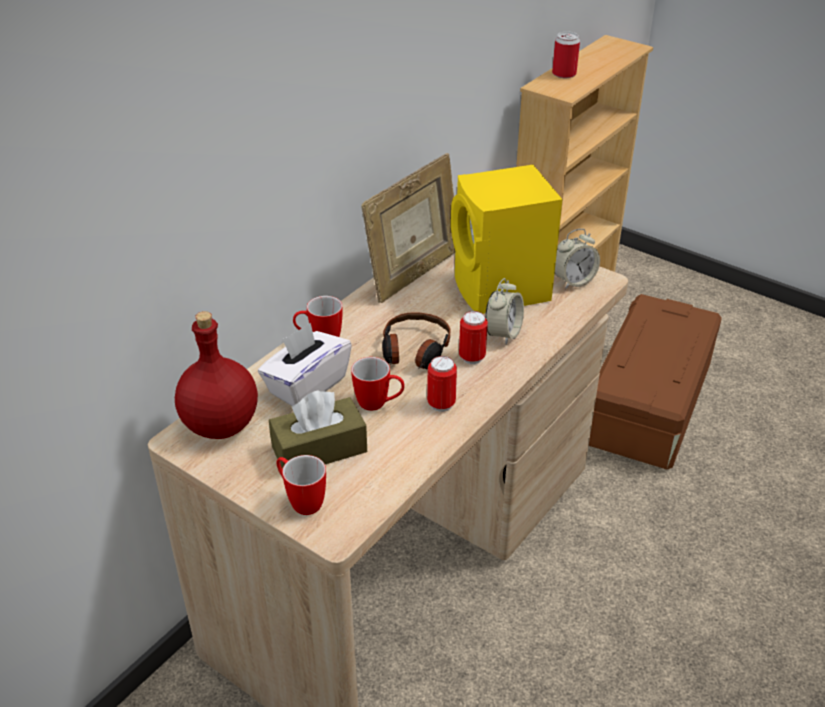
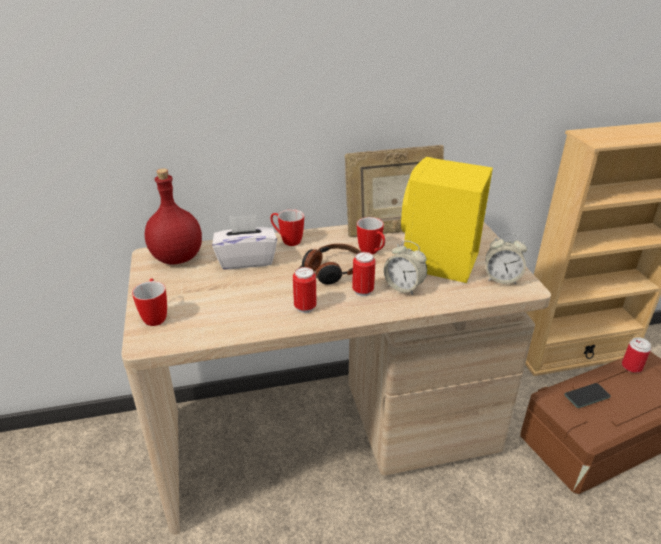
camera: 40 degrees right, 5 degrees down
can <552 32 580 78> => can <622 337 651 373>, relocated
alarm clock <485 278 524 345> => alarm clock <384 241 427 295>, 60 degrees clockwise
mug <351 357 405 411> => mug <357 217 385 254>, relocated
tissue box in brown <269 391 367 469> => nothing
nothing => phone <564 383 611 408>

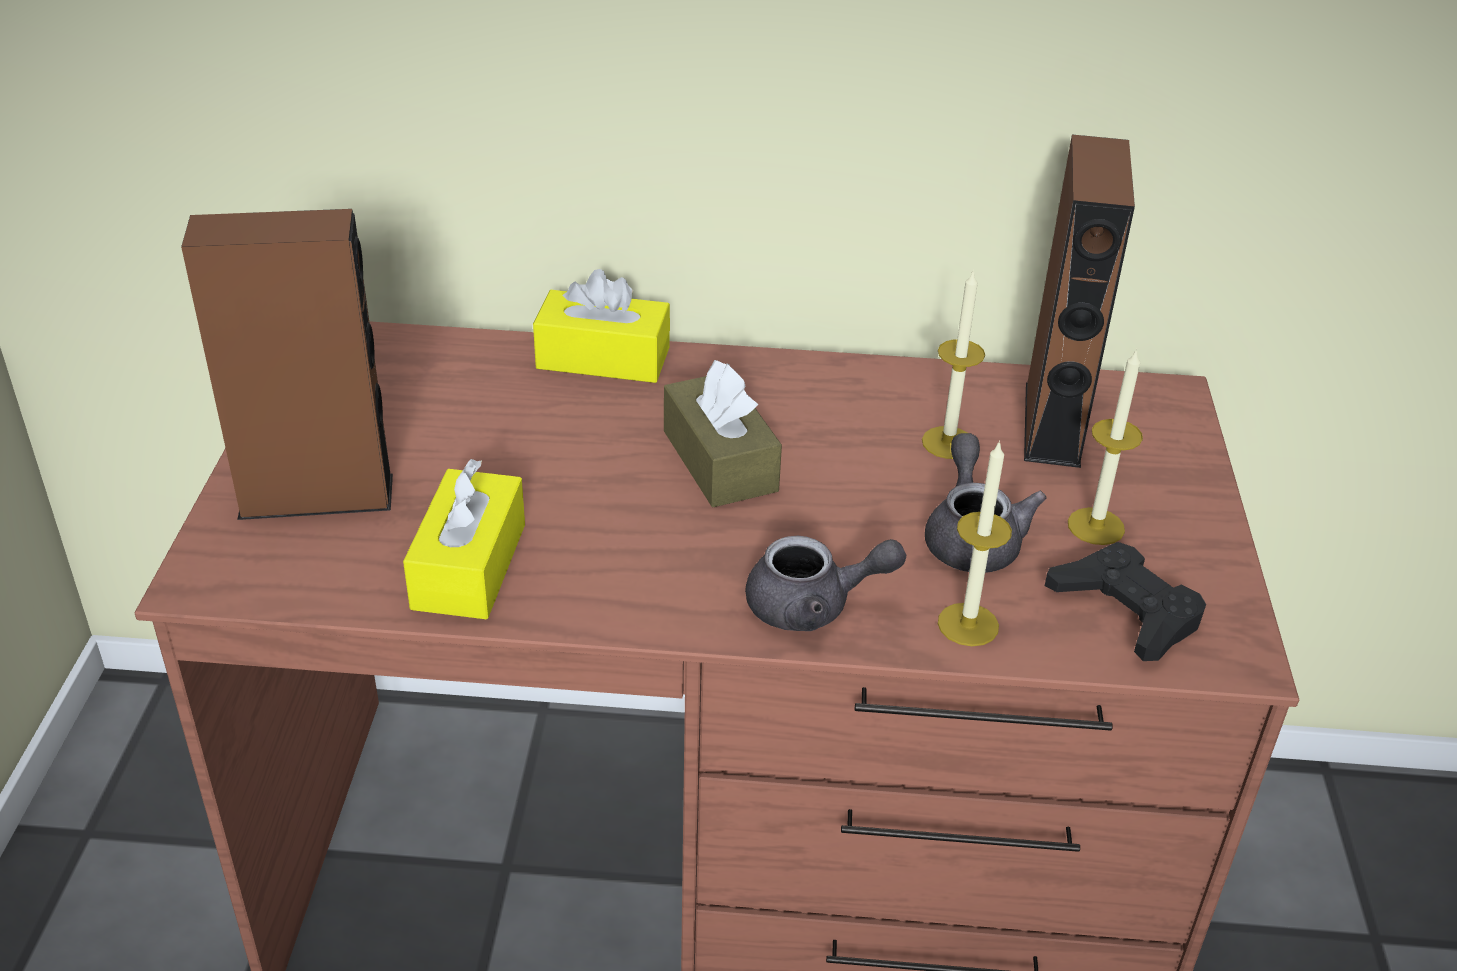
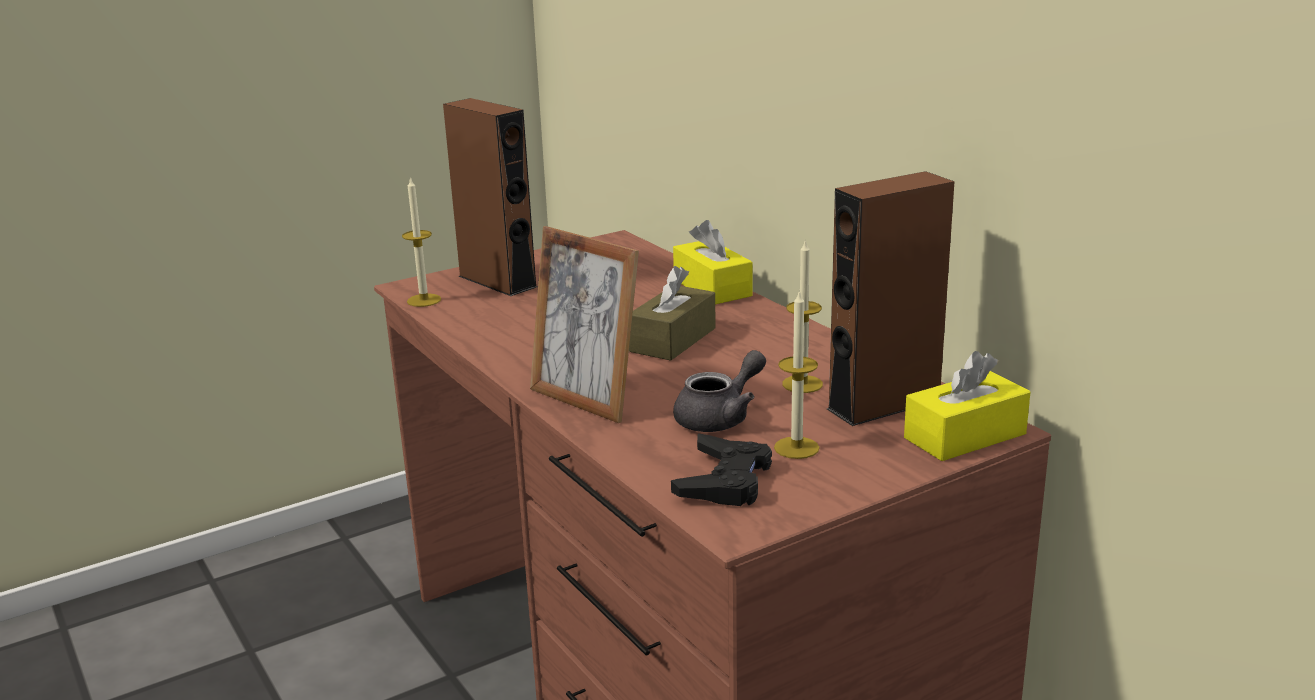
camera: 55 degrees right, 15 degrees down
candle <938 440 1012 646> => candle <402 177 441 307>, relocated
tissue box in yellow <403 459 525 619> => tissue box in yellow <904 351 1030 461>, relocated
teapot in grey <745 536 906 631> => picture frame <530 226 639 423>

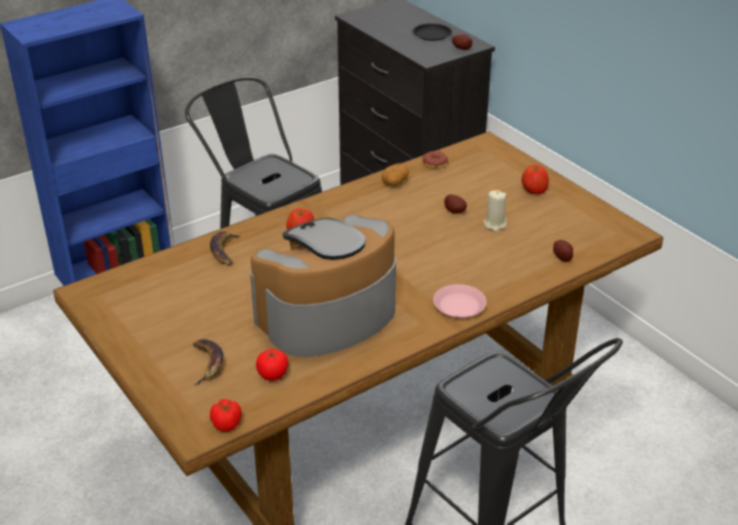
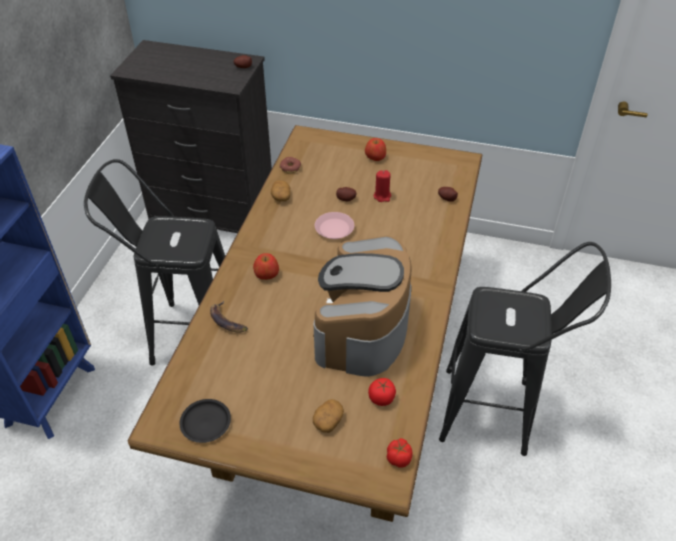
camera: 40 degrees left, 10 degrees up
plate in black <412 23 452 41> => plate in black <179 399 231 443>, relocated
candle in beige <484 190 507 232> => candle in red <374 170 391 202>
plate in pink <433 284 487 318> => plate in pink <315 212 354 239>, relocated
banana <193 339 223 385> => potato <313 399 344 433>

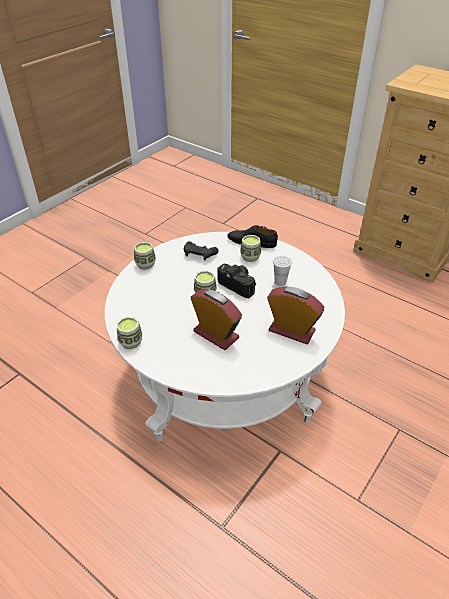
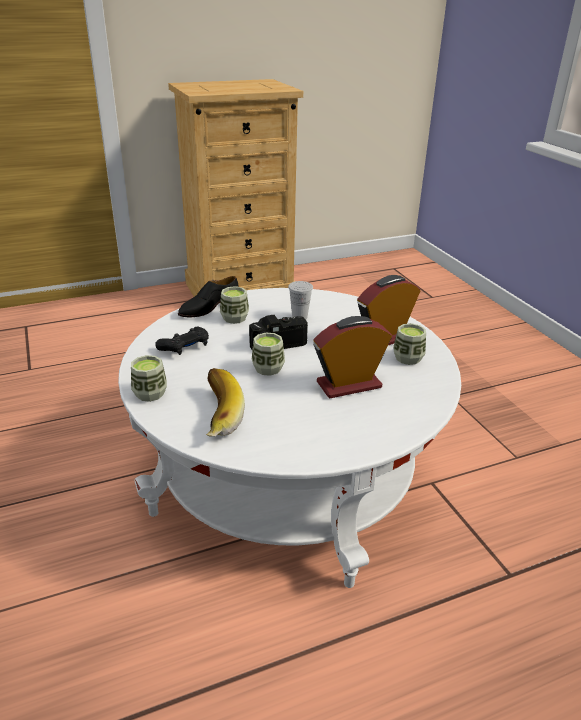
camera: 60 degrees left, 10 degrees down
cup <117 317 142 349> => cup <393 323 426 365>, relocated
nothing => banana <206 368 245 437>

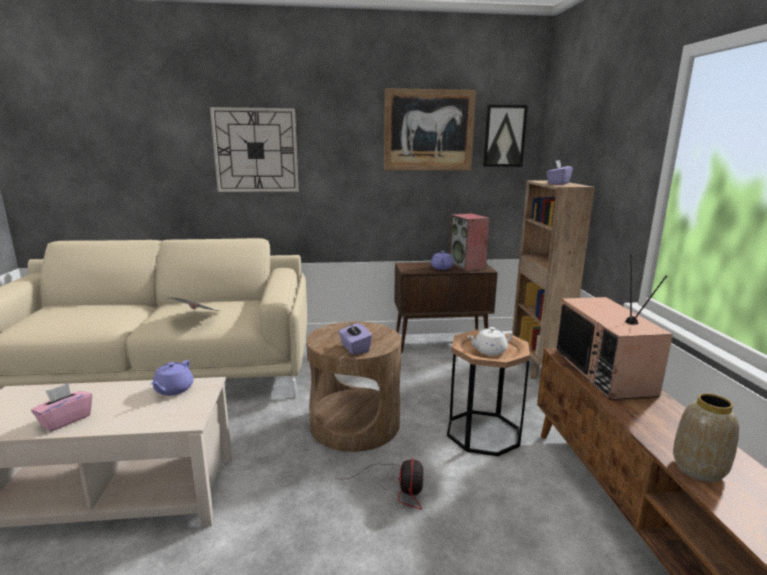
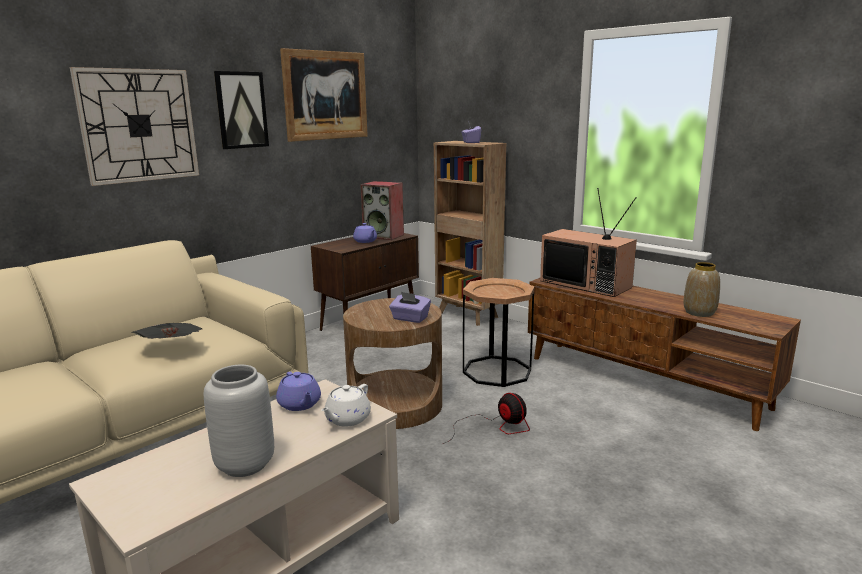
camera: 40 degrees left, 0 degrees up
picture <483 104 528 167> => picture <214 71 269 149>, relocated
teapot in white <467 327 512 356> => teapot in white <321 384 371 427>, relocated
tissue box in pink <31 383 92 432> => vase in grey <204 365 274 477>

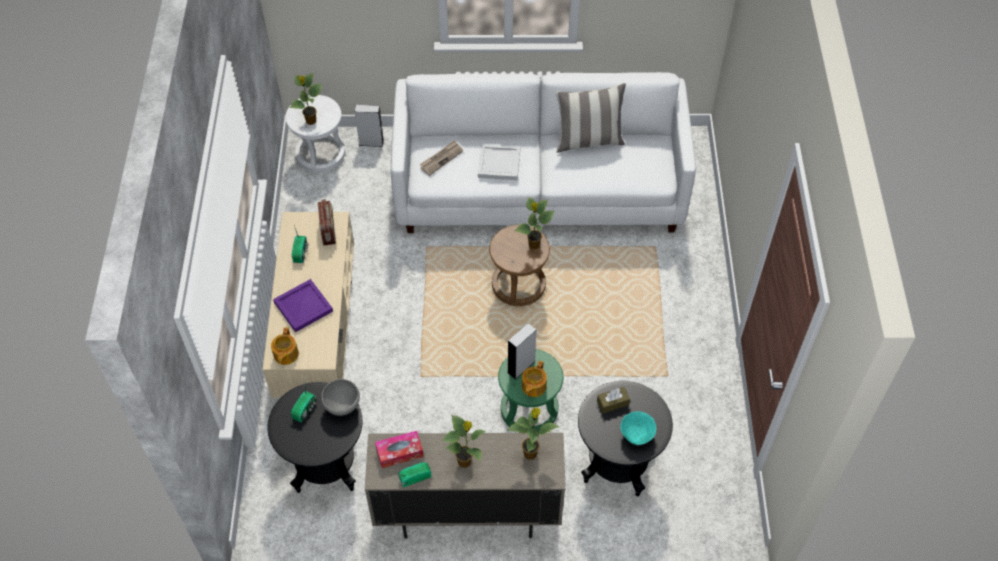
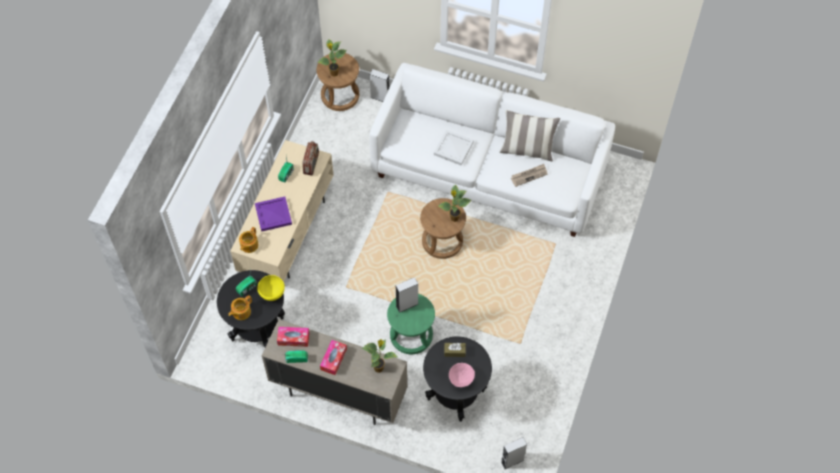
camera: 20 degrees right, 5 degrees up
stool in white <285 95 345 172> => stool in brown <316 52 359 111>
newspaper <420 140 463 176> => newspaper <511 164 548 187>, relocated
teapot <522 361 547 397> => teapot <228 295 252 320>, relocated
bowl in grey <321 379 360 416> => bowl in yellow <257 275 285 301>
bowl in turquoise <620 411 656 445> => bowl in pink <449 363 475 387>
potted plant <441 415 485 468> => tissue box <320 340 347 375>
nothing => speaker in grey <501 437 527 469>

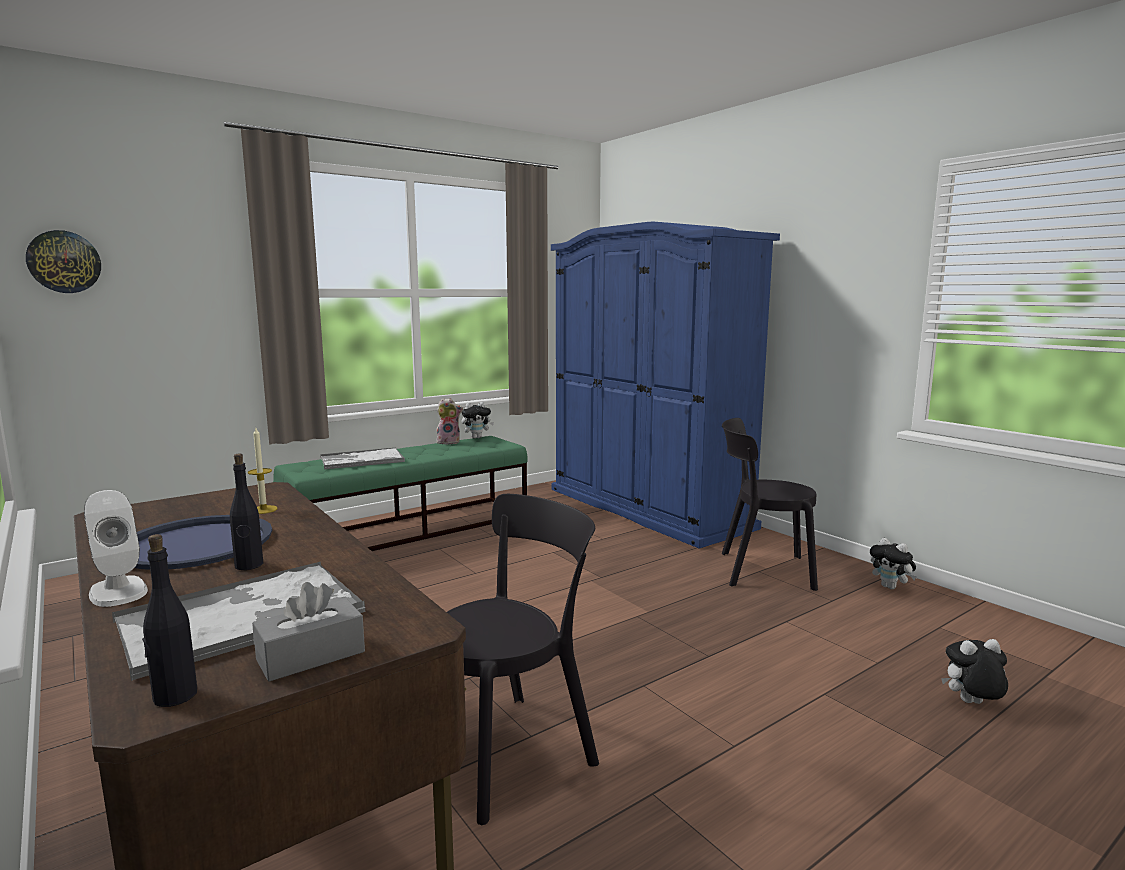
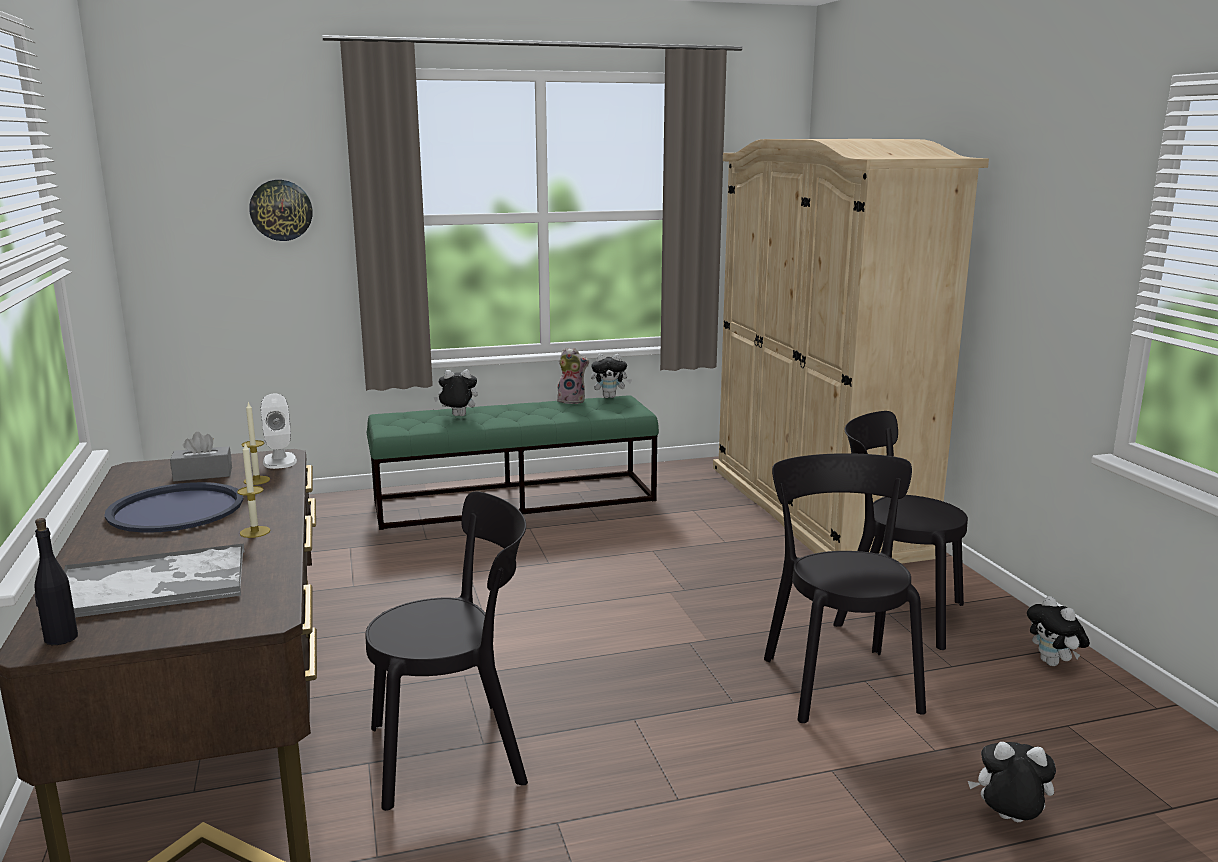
camera: 20 degrees right, 5 degrees up
wardrobe in blue <551 222 780 549> => wardrobe in beige <713 139 989 564>
wall clock <26 230 101 293> => wall clock <249 180 313 241>, relocated
tray <320 448 405 469> => plush toy <434 369 478 416>
bottle in black <230 454 263 570> => nothing
speaker in white <84 490 148 607> => speaker in white <261 394 297 469>, relocated
tissue box in grey <252 582 365 682> => tissue box in grey <170 432 232 481>, relocated
nothing => candle <237 444 270 538>
nothing => chair in black <764 453 926 723>

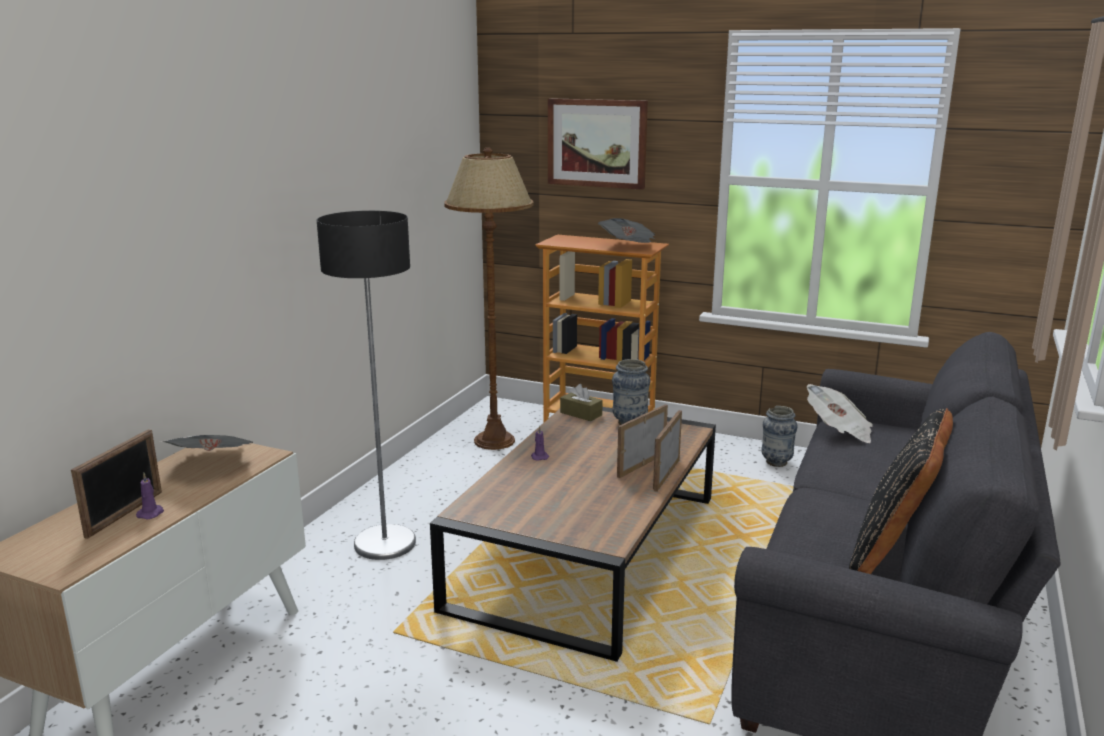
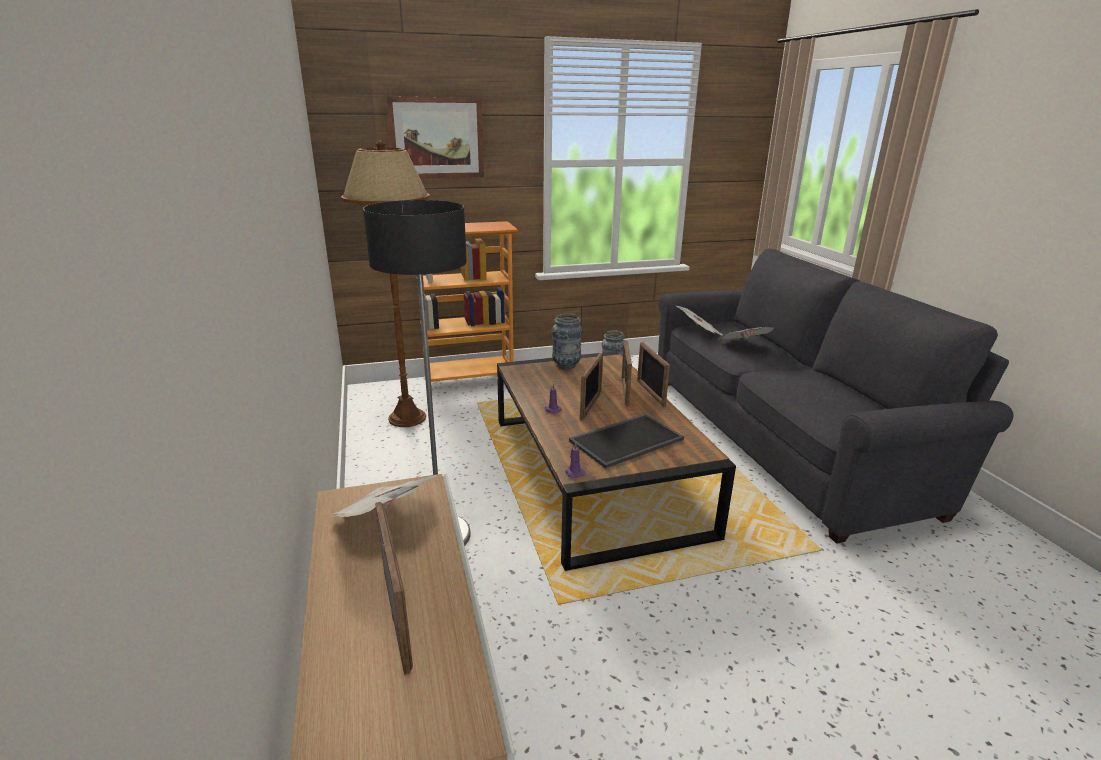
camera: 40 degrees left, 5 degrees up
newspaper <598 218 655 243> => newspaper <718 327 774 339>, relocated
tissue box in brown <560 384 603 421> => nothing
pillow in black <849 408 953 574> => nothing
candle in purple <136 473 164 519> => candle in purple <565 442 585 478>, relocated
nothing => picture frame <580 353 603 420>
nothing => tray <569 414 684 469>

